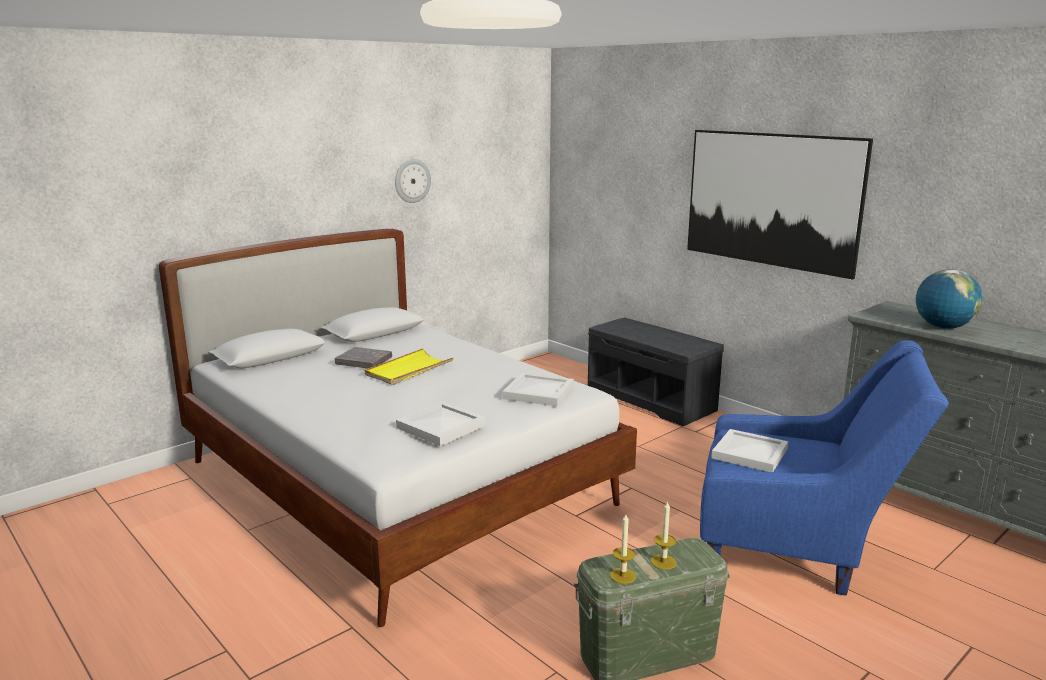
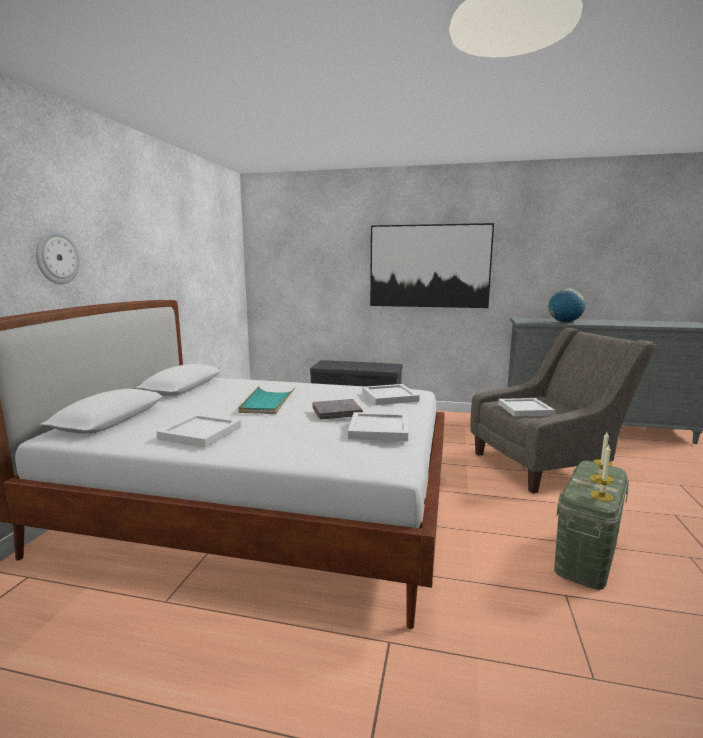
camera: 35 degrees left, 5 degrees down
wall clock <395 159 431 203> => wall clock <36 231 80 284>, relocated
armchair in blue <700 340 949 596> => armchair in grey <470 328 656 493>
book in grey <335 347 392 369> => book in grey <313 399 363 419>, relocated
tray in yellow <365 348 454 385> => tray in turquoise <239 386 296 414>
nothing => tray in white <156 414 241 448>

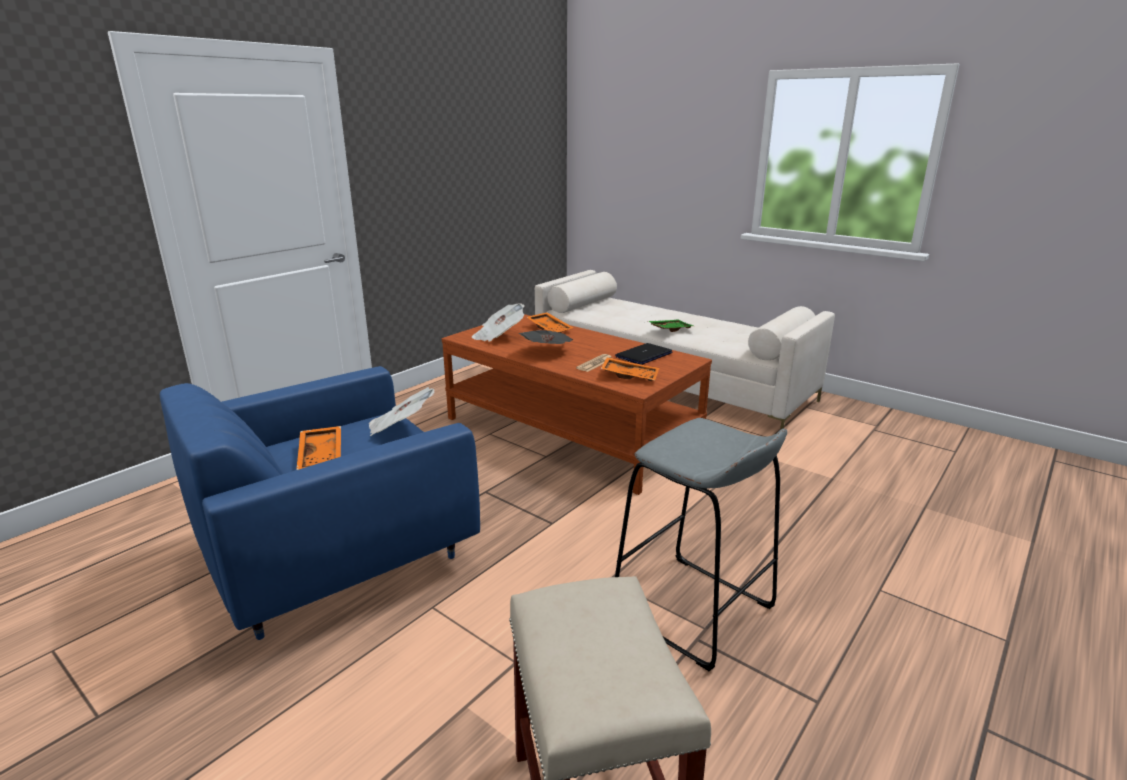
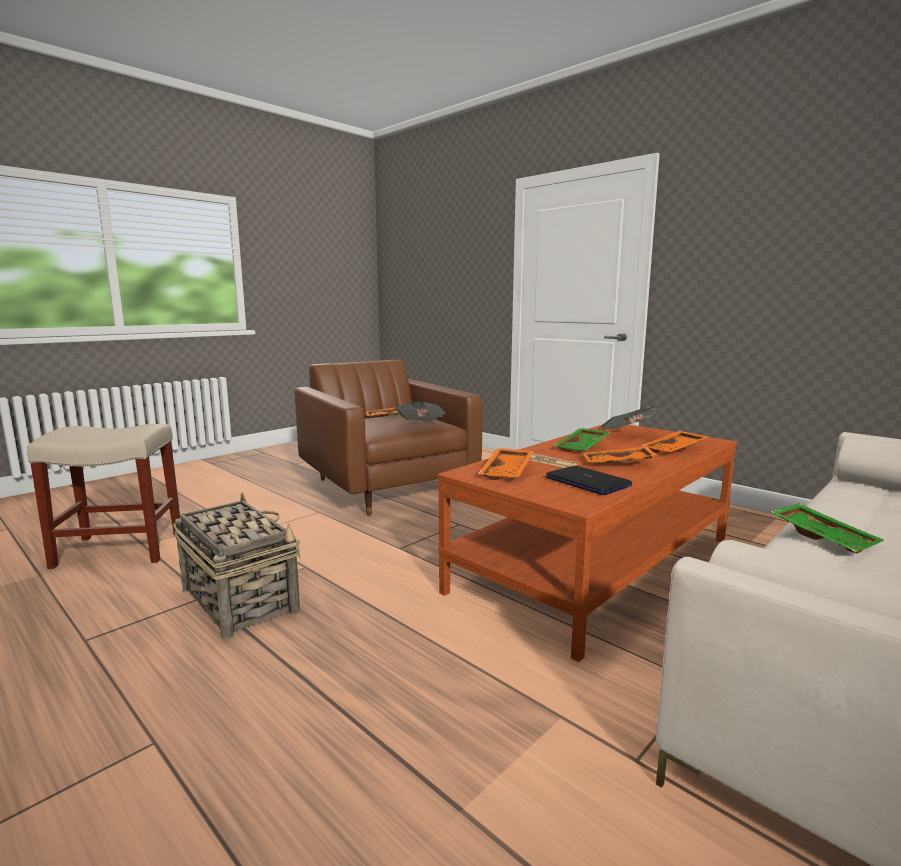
camera: 95 degrees right, 10 degrees down
newspaper <518 330 573 344> => tray in green <554 428 610 452>
armchair in blue <160 366 480 640> => armchair in brown <295 360 482 516>
stool in grey <615 418 787 671> => basket <173 492 301 640>
nothing => tray in orange <583 446 657 464>

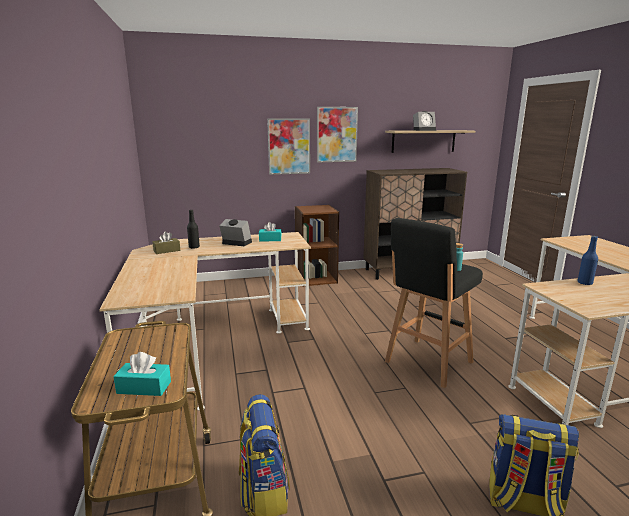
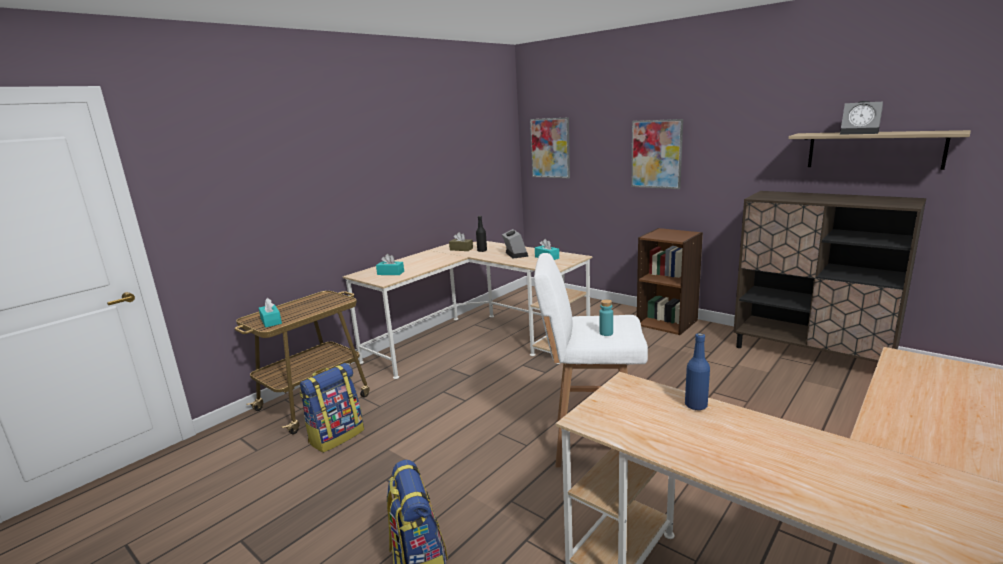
camera: 55 degrees right, 0 degrees up
picture <317 107 358 163> => picture <530 117 570 179>, relocated
stool in black <385 218 483 388> => stool in white <534 253 648 467>
nothing => tissue box in turquoise <376 254 404 275>

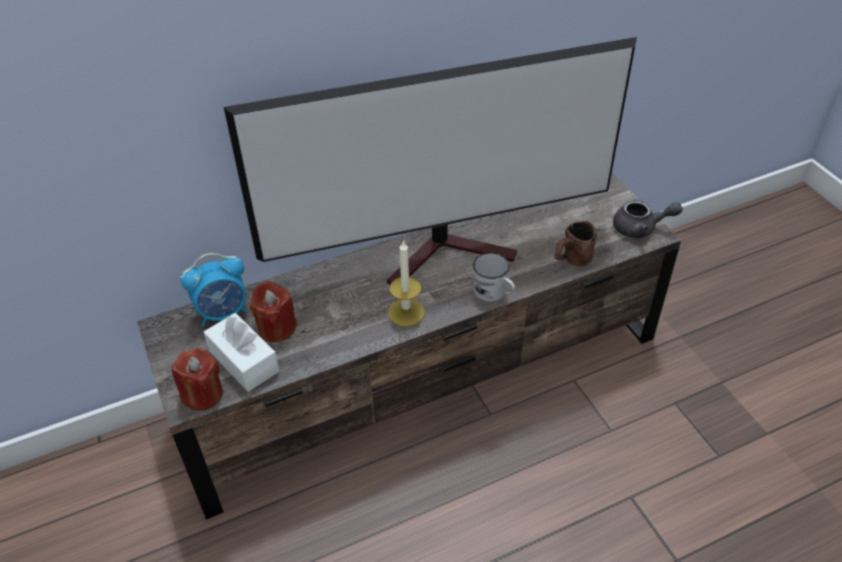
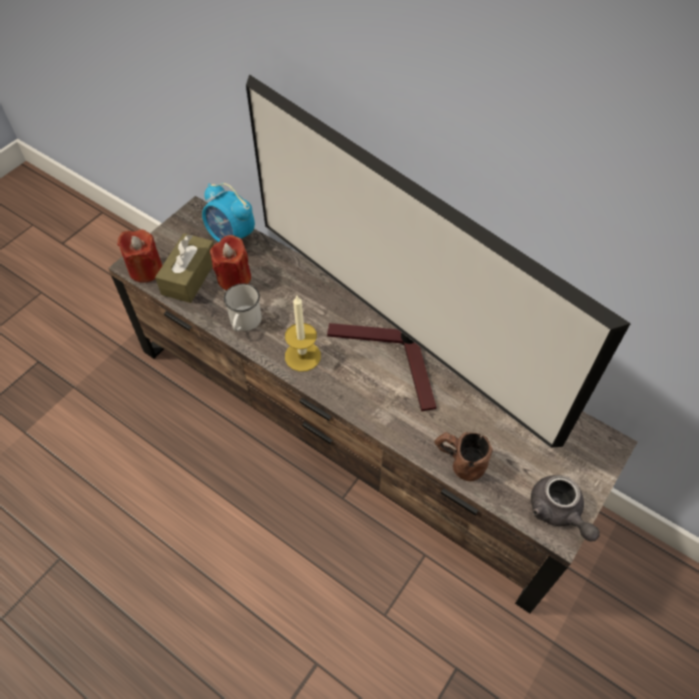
camera: 60 degrees right, 10 degrees up
mug in white <473 253 515 302> => mug in white <224 283 262 331>, relocated
tissue box in white <204 313 279 392> => tissue box in brown <155 233 214 303>

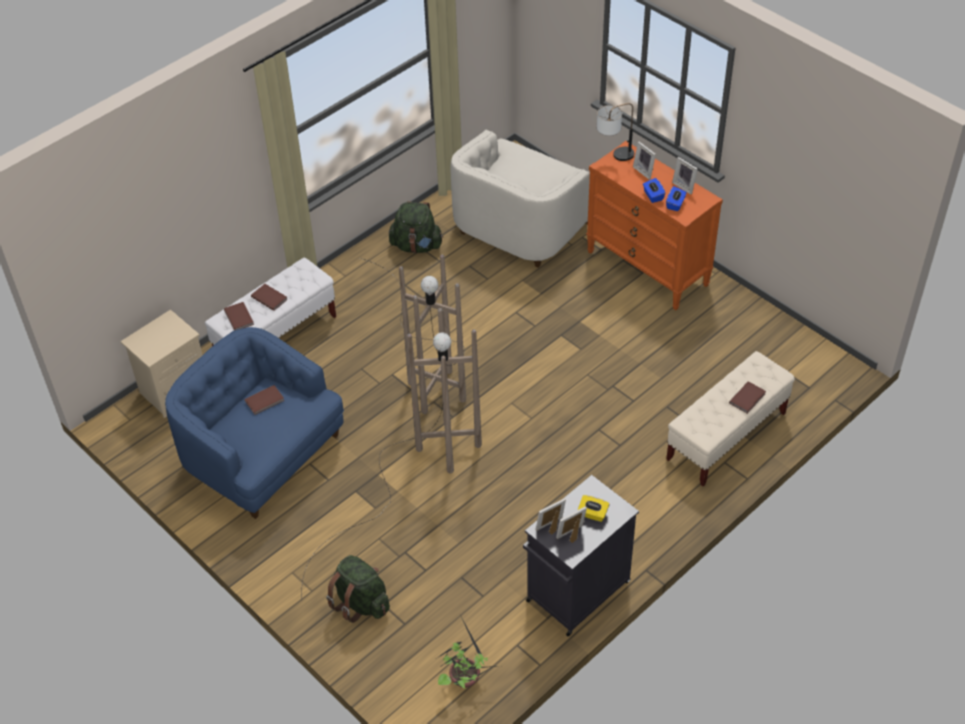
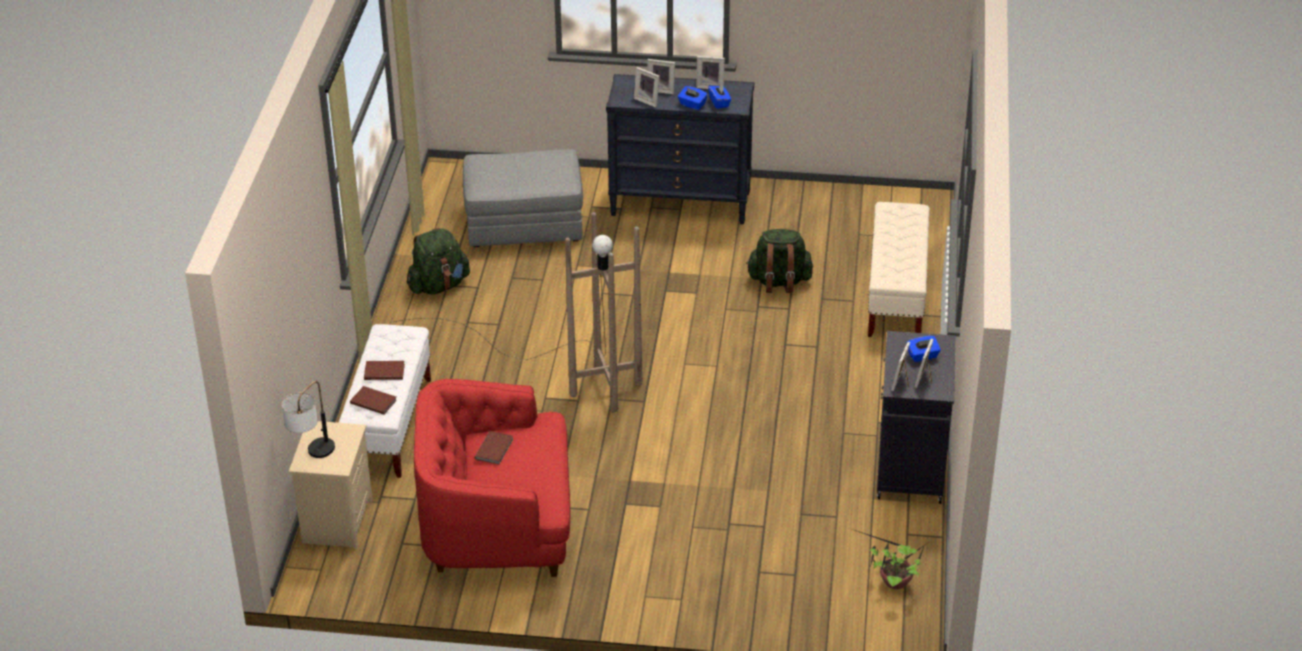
camera: 40 degrees left, 10 degrees down
table lamp <597 103 634 161> => table lamp <282 381 335 458>, relocated
armchair in white <451 130 590 268> => ottoman in grey <463 149 583 247>
dresser in orange <586 141 723 310> => dresser in black <606 74 754 224>
floor lamp in brown <301 308 482 600> => nothing
armchair in blue <165 327 344 519> => armchair in red <414 379 570 577>
book in brown <729 381 766 414> => nothing
tissue box in yellow <578 495 610 522> => tissue box in blue <907 336 941 362>
backpack in green <326 555 390 623> => backpack in green <746 229 813 293>, relocated
nothing => picture frame <633 67 660 107>

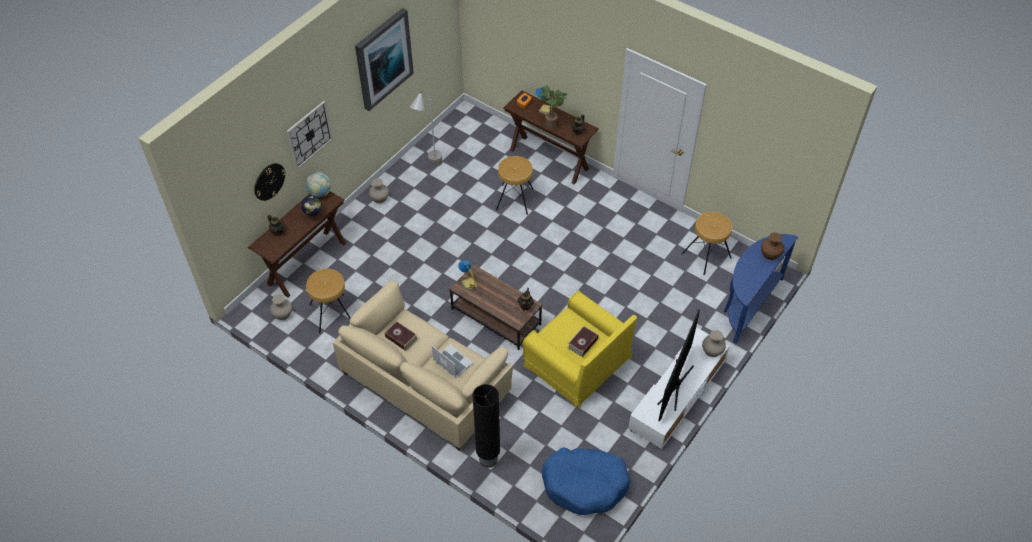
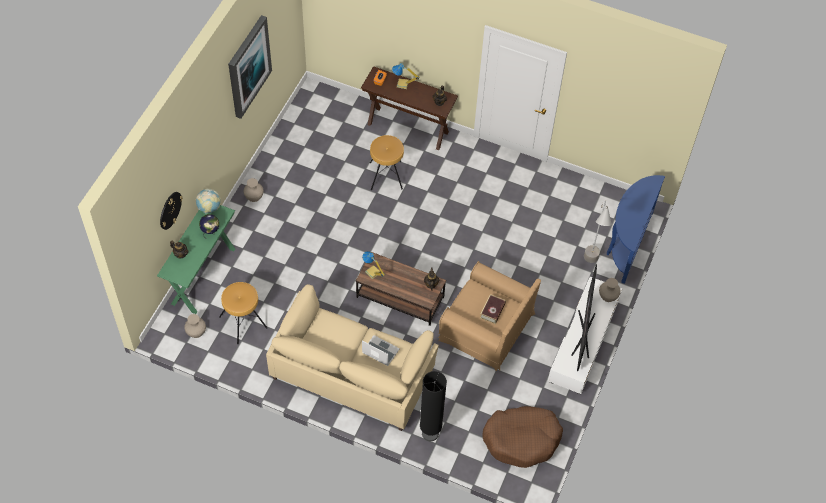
camera: 15 degrees left, 5 degrees up
potted plant <538 85 568 129> => nothing
floor lamp in grey <410 91 442 167> => floor lamp in grey <584 200 612 263>, relocated
wall clock <287 101 333 169> => nothing
console table in brown <248 191 346 297> => console table in green <157 205 235 314>
stool in brown <682 212 732 275> => nothing
vase in brown <761 232 784 260> => nothing
armchair in yellow <522 290 637 408> => armchair in brown <438 261 541 371>
book <385 321 418 351> => nothing
dog bed in blue <542 447 631 515> => dog bed in brown <482 406 563 468>

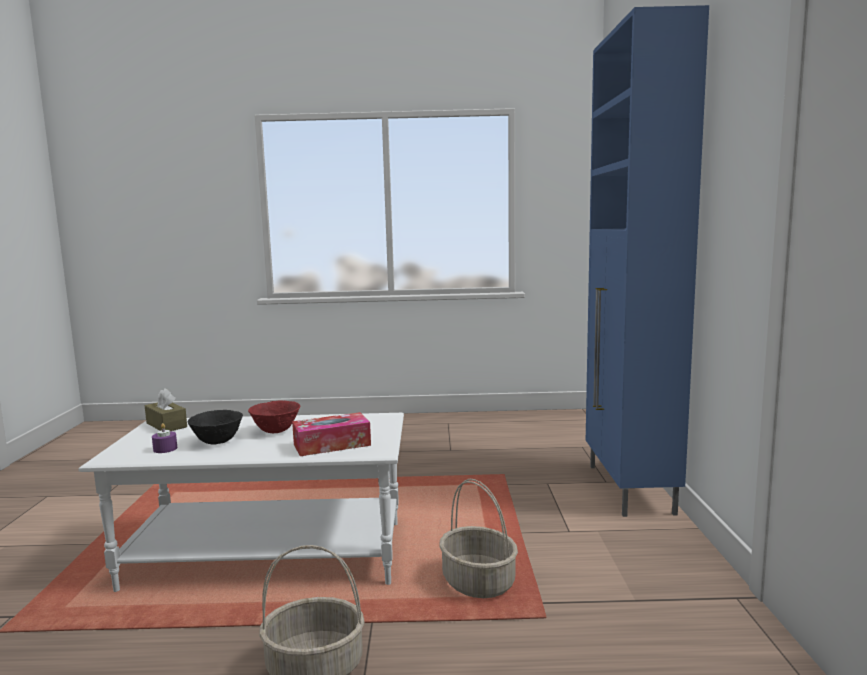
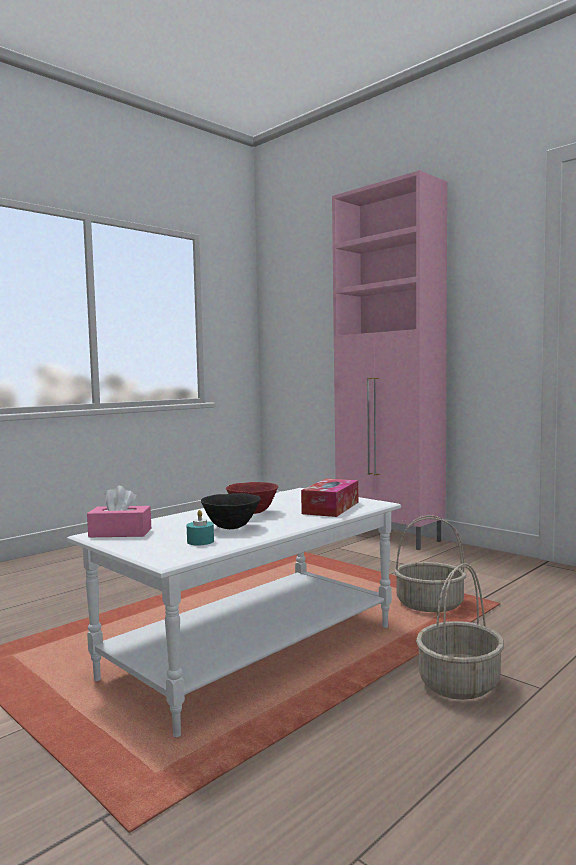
camera: 45 degrees left, 5 degrees down
cabinet in blue <586 5 709 517> => cabinet in pink <332 170 447 550>
tissue box in brown <145 388 187 431> => tissue box in pink <87 486 151 537>
candle in purple <152 423 177 453> => candle in turquoise <187 510 214 545>

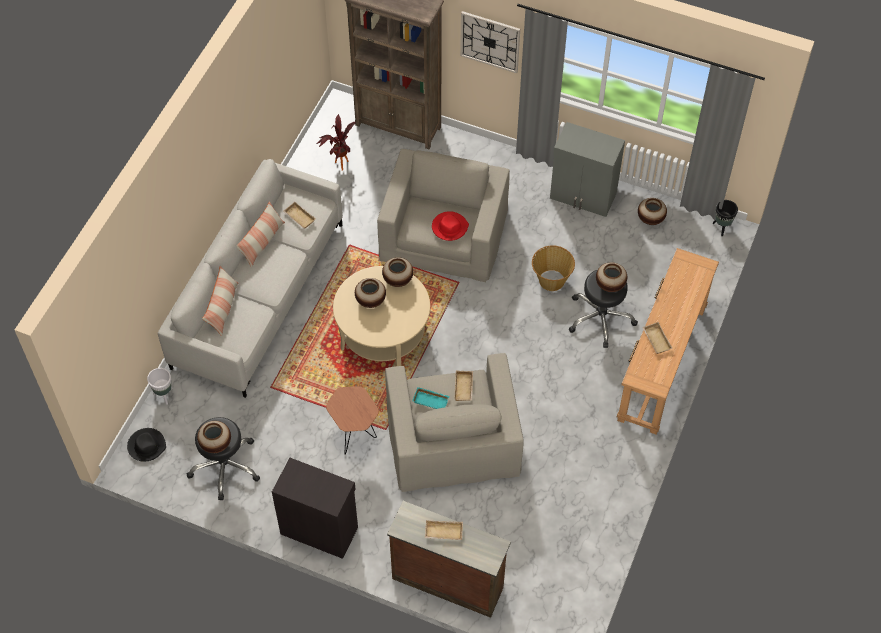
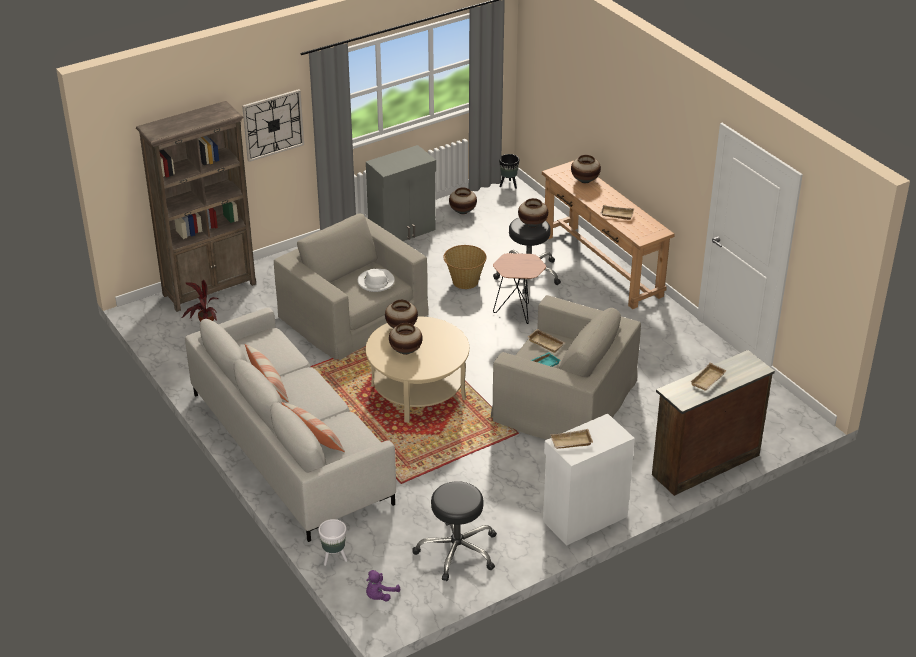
camera: 55 degrees left, 20 degrees down
tray in beige <283 202 316 229> => tray in beige <550 429 593 449>, relocated
hat in red <432 211 469 241> => hat in white <357 269 395 292>
side table in brown <326 386 379 455> => side table in brown <493 253 546 324>, relocated
vase <197 421 231 453> => vase <571 155 601 183>, relocated
hat in black <127 428 166 462> => plush toy in purple <366 570 400 601>
cabinet in black <272 458 358 559> => cabinet in white <543 414 635 546>

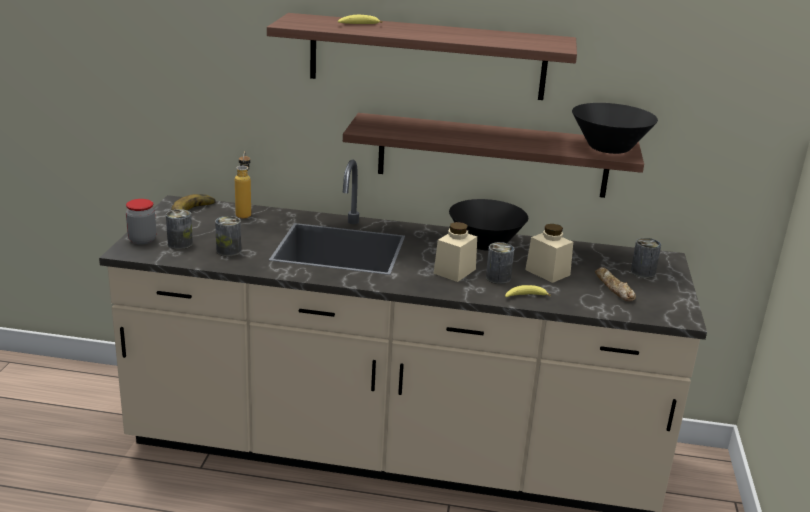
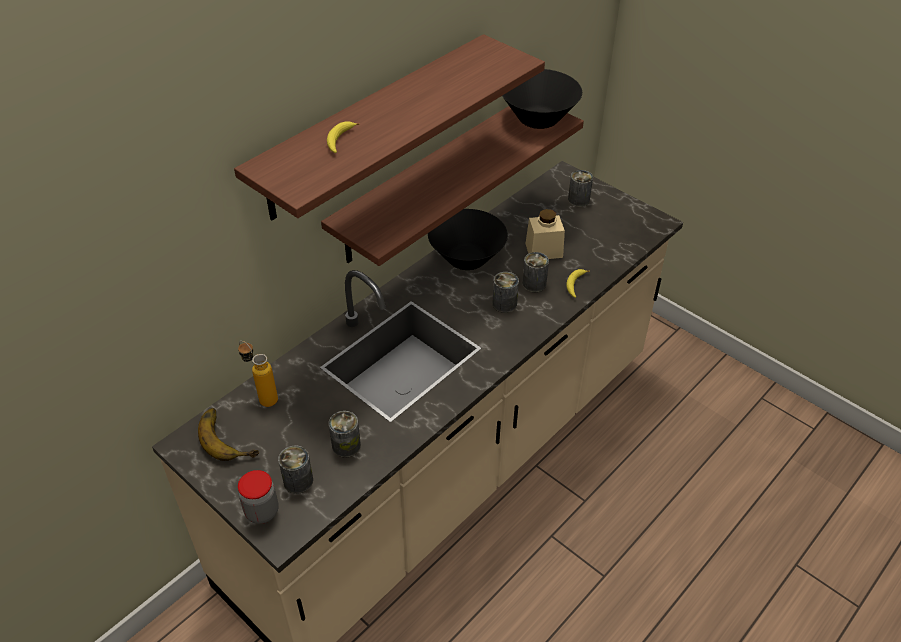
camera: 55 degrees left, 20 degrees up
jar in beige <434 222 477 282> => can <492 272 519 313>
bread <595 267 636 301> => nothing

